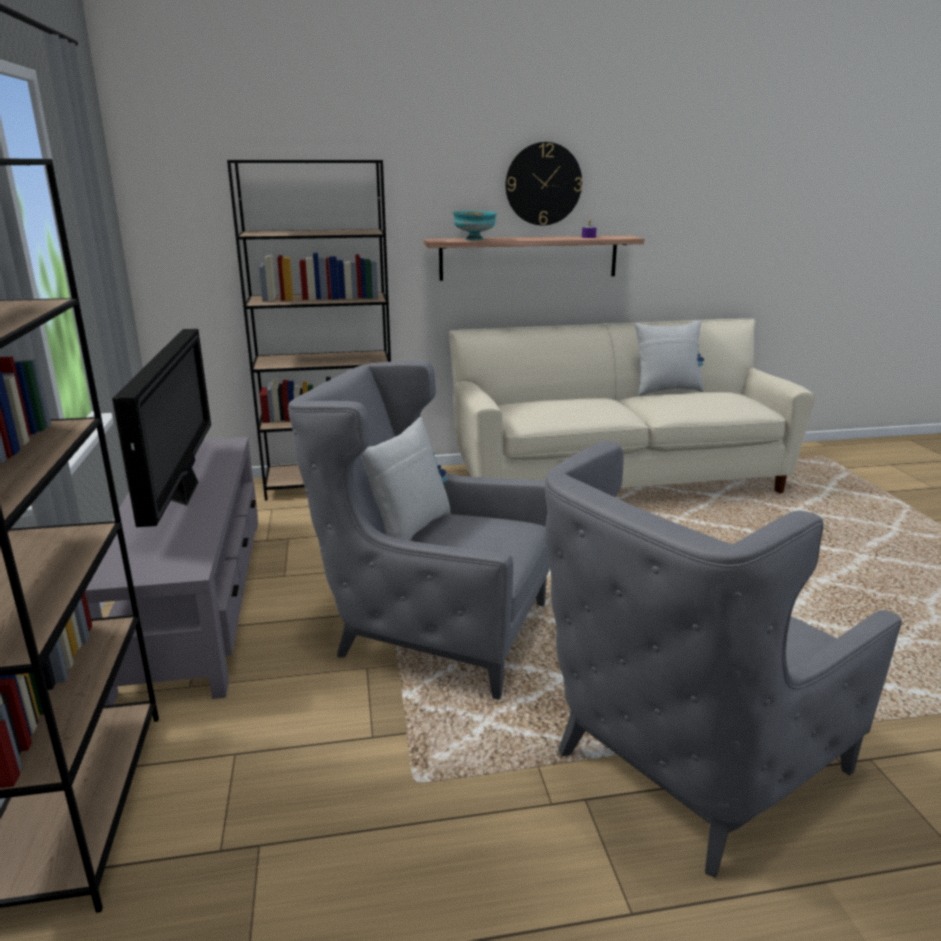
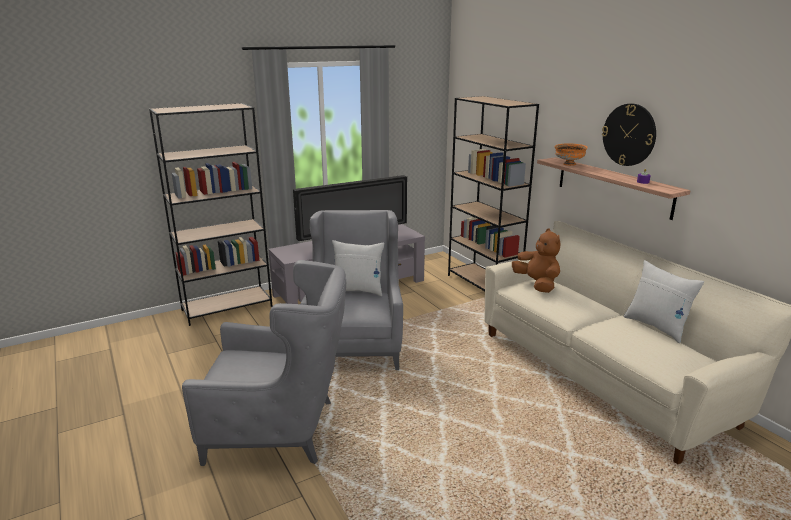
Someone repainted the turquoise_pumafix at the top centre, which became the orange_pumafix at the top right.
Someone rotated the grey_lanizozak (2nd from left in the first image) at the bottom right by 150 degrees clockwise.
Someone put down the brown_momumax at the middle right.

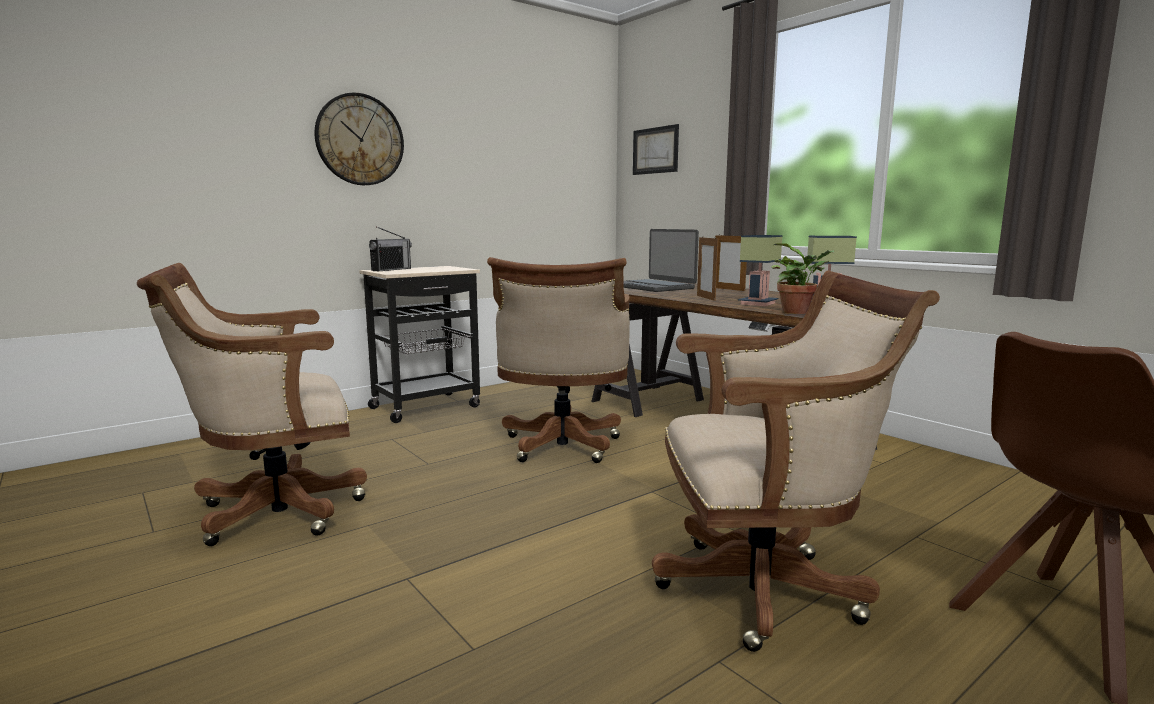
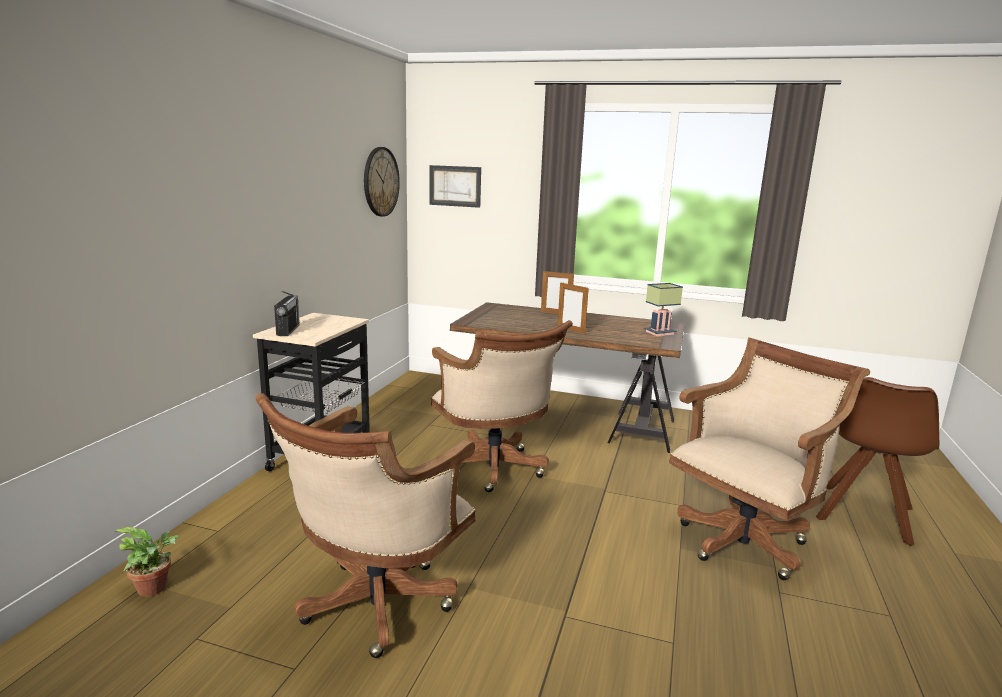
Someone carried the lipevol from the top left to the top centre.
Someone took away the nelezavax at the centre.
Someone took away the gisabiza (1st from left) at the centre.
Someone carried the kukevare from the middle right to the bottom left.

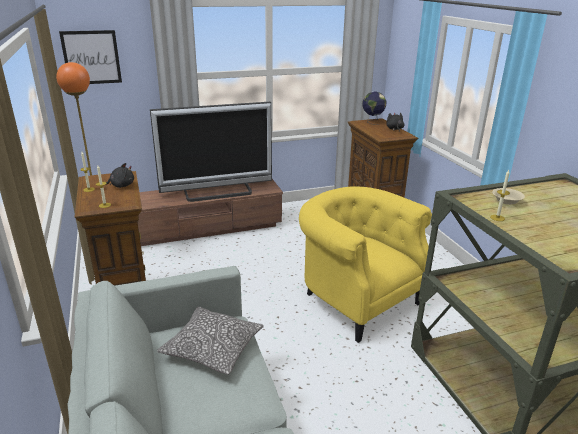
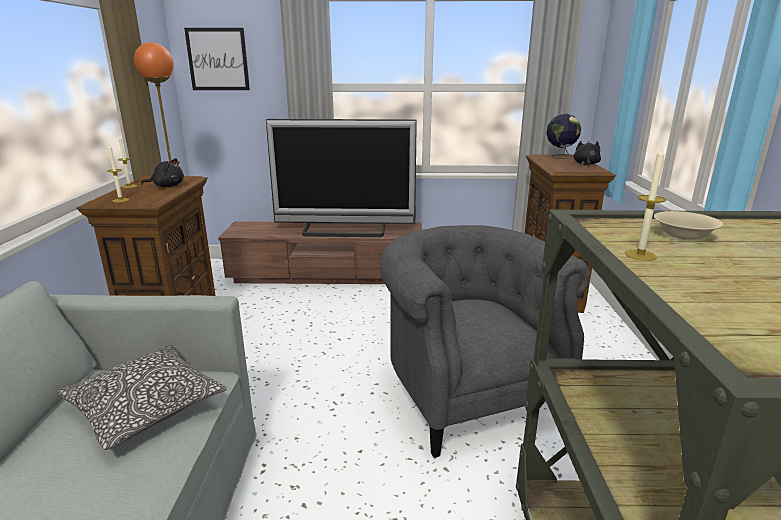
Someone repainted the yellow_lanizozak at the centre, which became the grey_lanizozak at the centre.

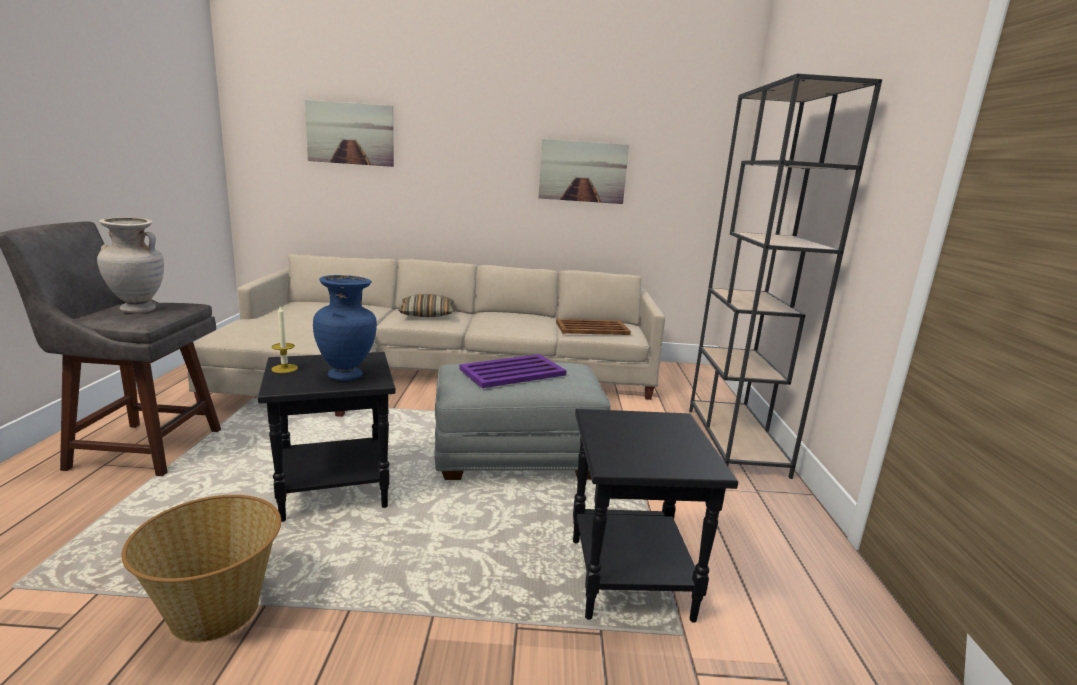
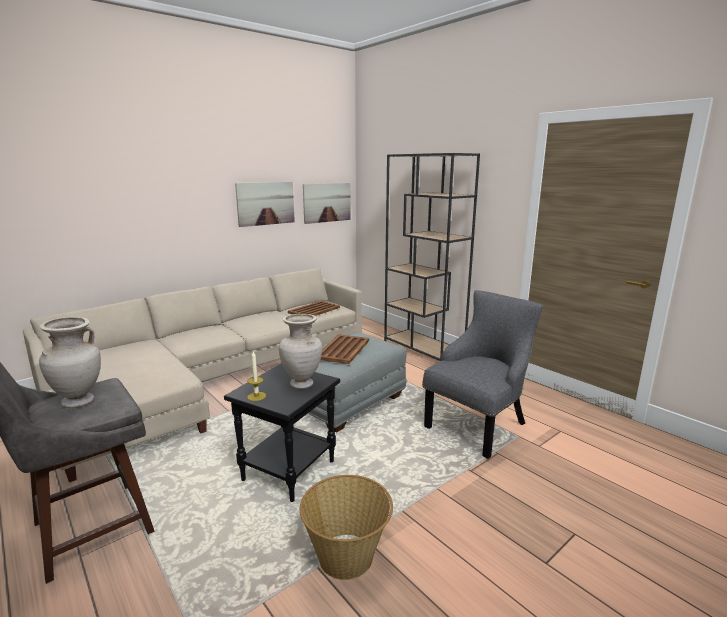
Someone carried the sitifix (1st from left in the first image) from the top left to the top centre.
Someone repainted the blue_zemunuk at the middle left, which became the beige_zemunuk (2nd from left) at the centre.
Someone took away the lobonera at the centre.
Someone repainted the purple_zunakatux at the centre, which became the brown_zunakatux (2nd from left) at the centre.
Someone swapped the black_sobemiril (2nd from left) at the bottom centre for the grey_lanizozak at the centre.

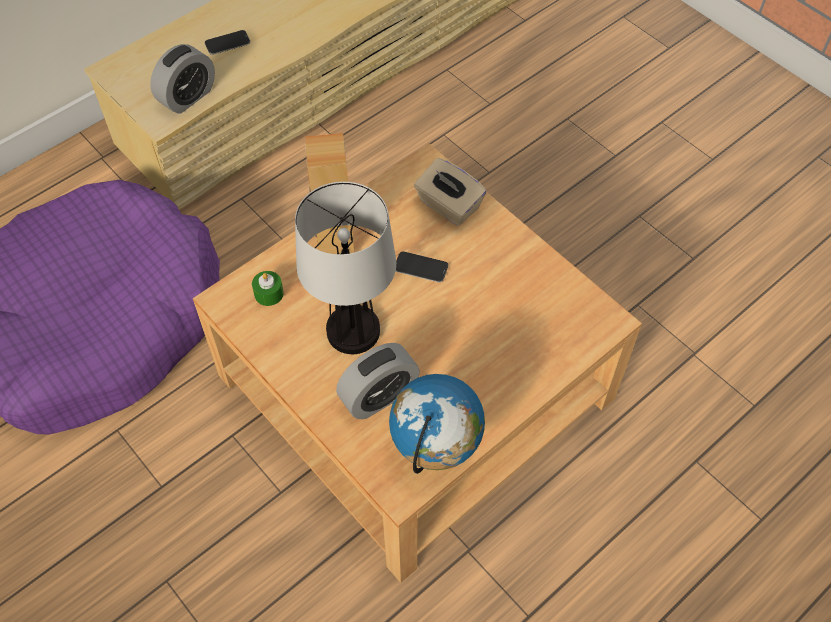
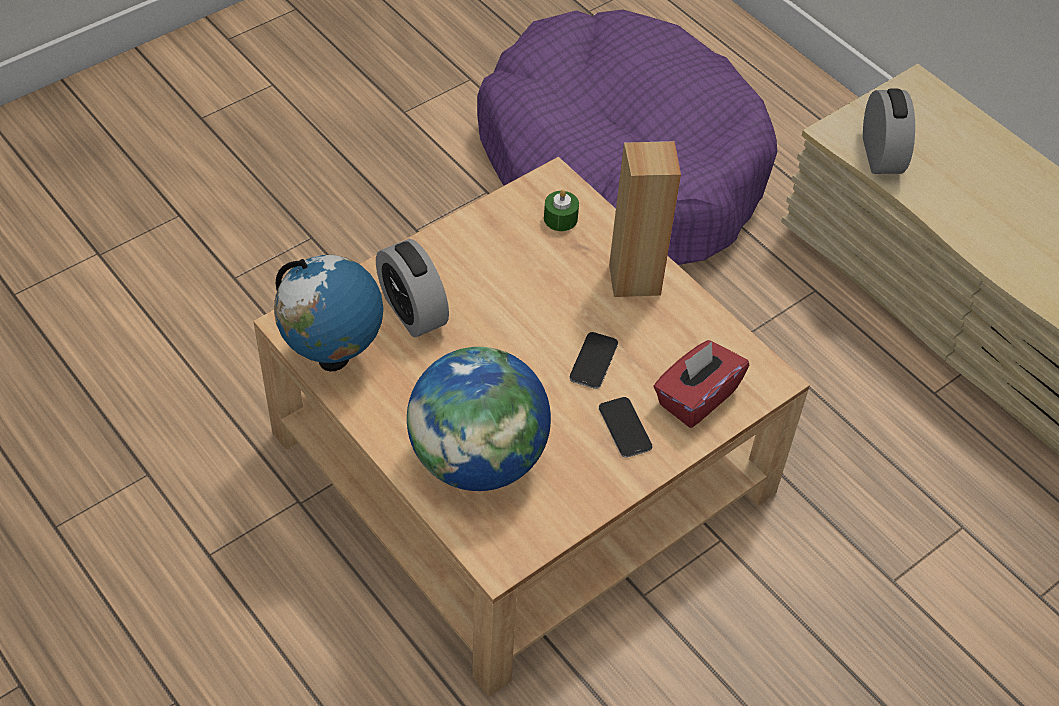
Someone rotated the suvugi (1st from left in the first image) at the top left by 135 degrees counterclockwise.
Someone carried the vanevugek (1st from left in the first image) from the top left to the centre.
Someone took away the gisabiza at the centre.
Someone repainted the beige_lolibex at the top centre, which became the red_lolibex at the centre.
Someone put down the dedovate (2nd from left) at the centre.

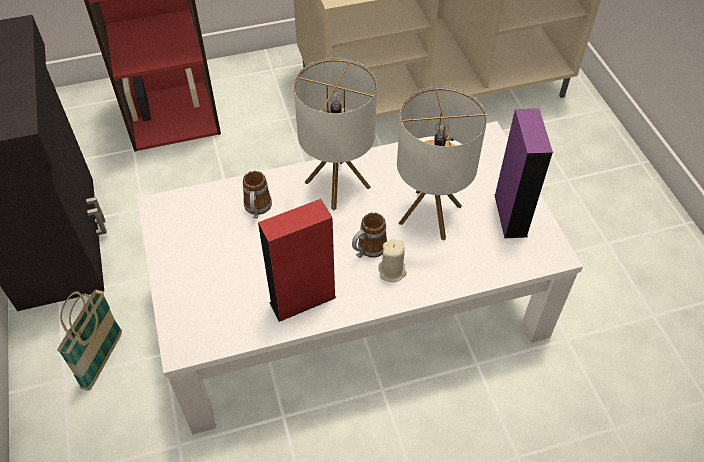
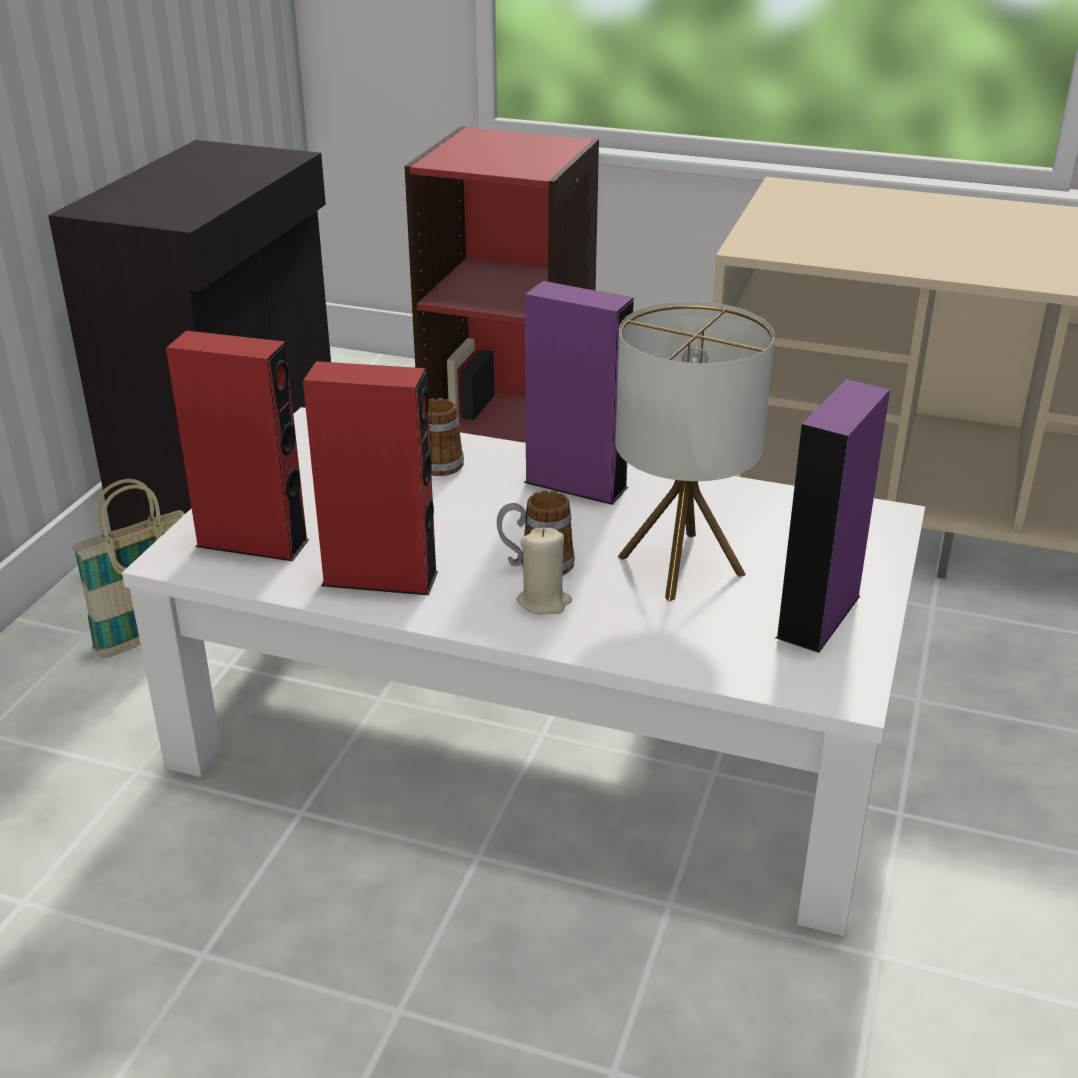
Someone swapped the gisabiza (1st from left) at the top centre for the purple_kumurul (1st from left) at the centre.
Someone put down the red_kumurul (1st from left) at the middle left.

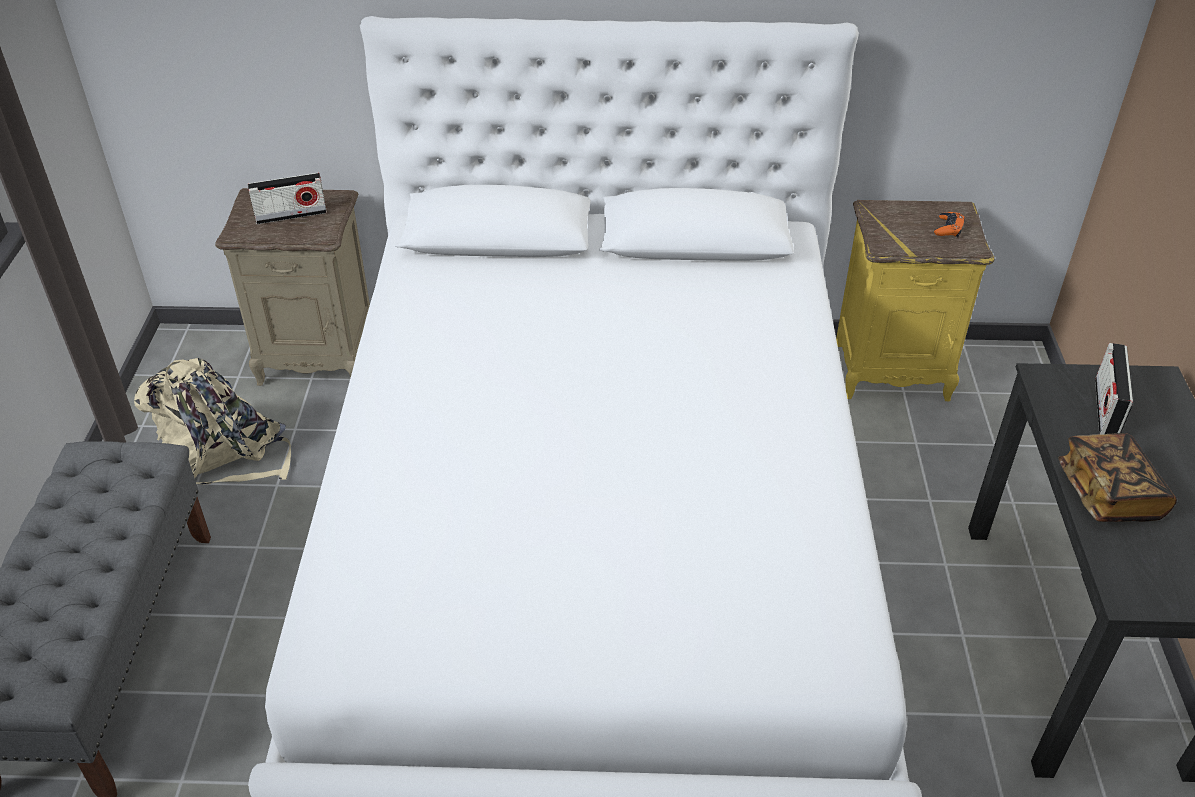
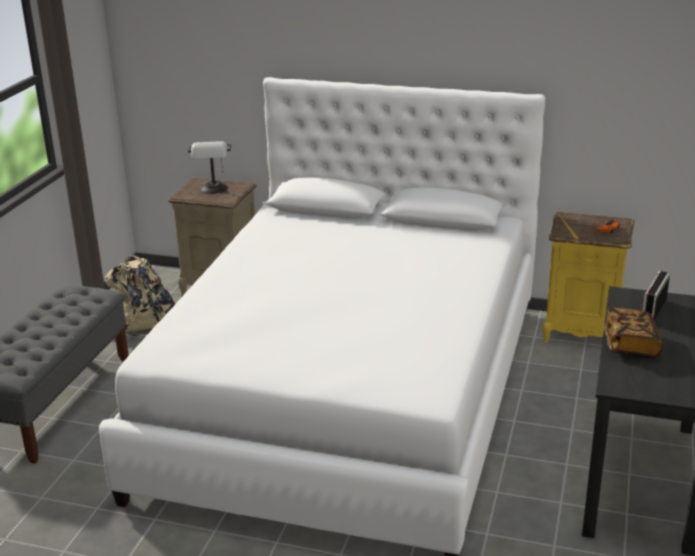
Someone swapped the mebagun (1st from left) at the top left for the gisabiza at the top left.

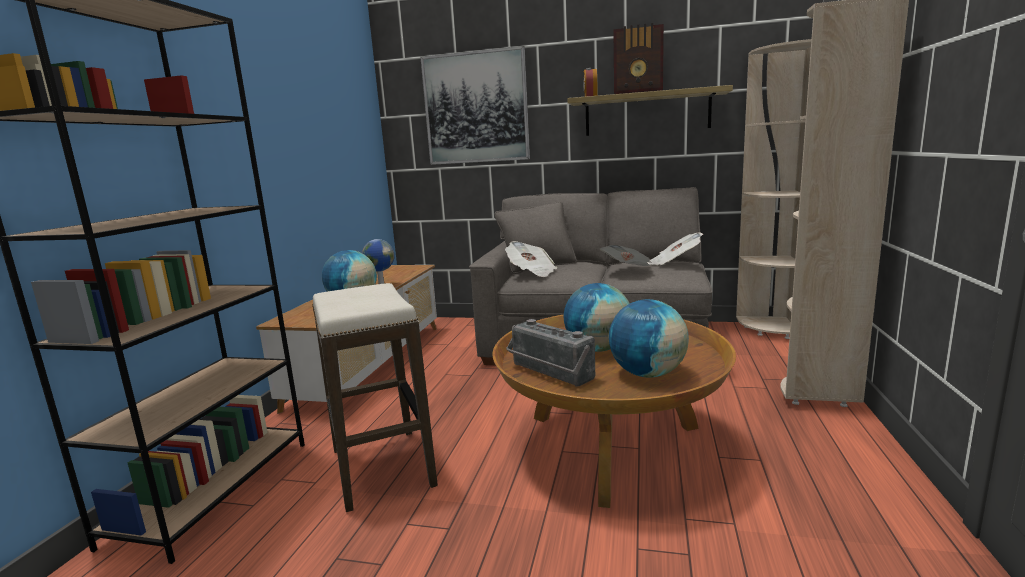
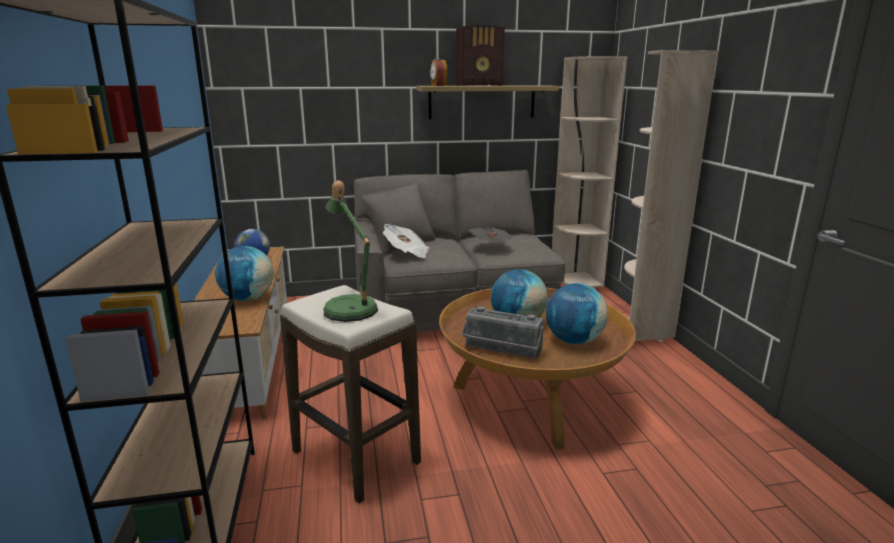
Someone took away the sitifix at the top centre.
Someone took away the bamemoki (3rd from left) at the centre.
Someone put down the gisabiza at the centre.

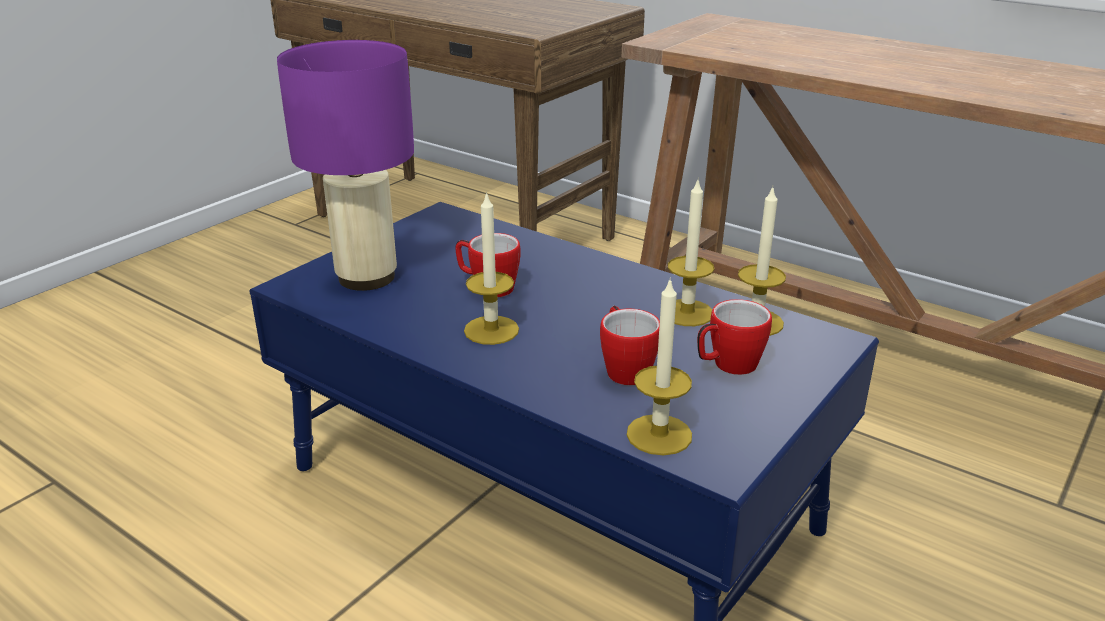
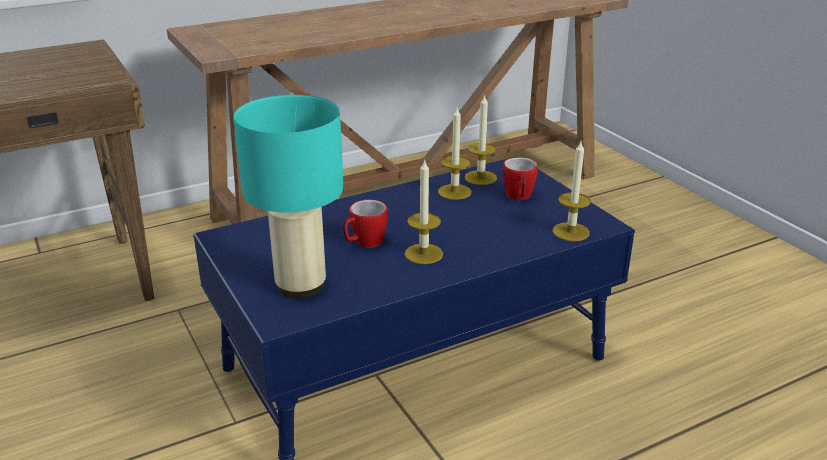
Someone repainted the purple_gisabiza at the top left, which became the turquoise_gisabiza at the centre.
Someone took away the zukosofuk (2nd from left) at the centre.

